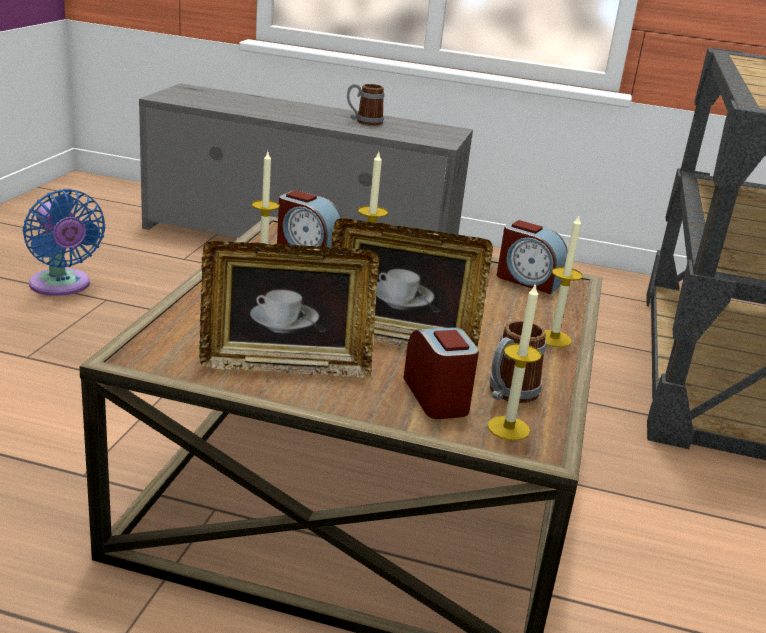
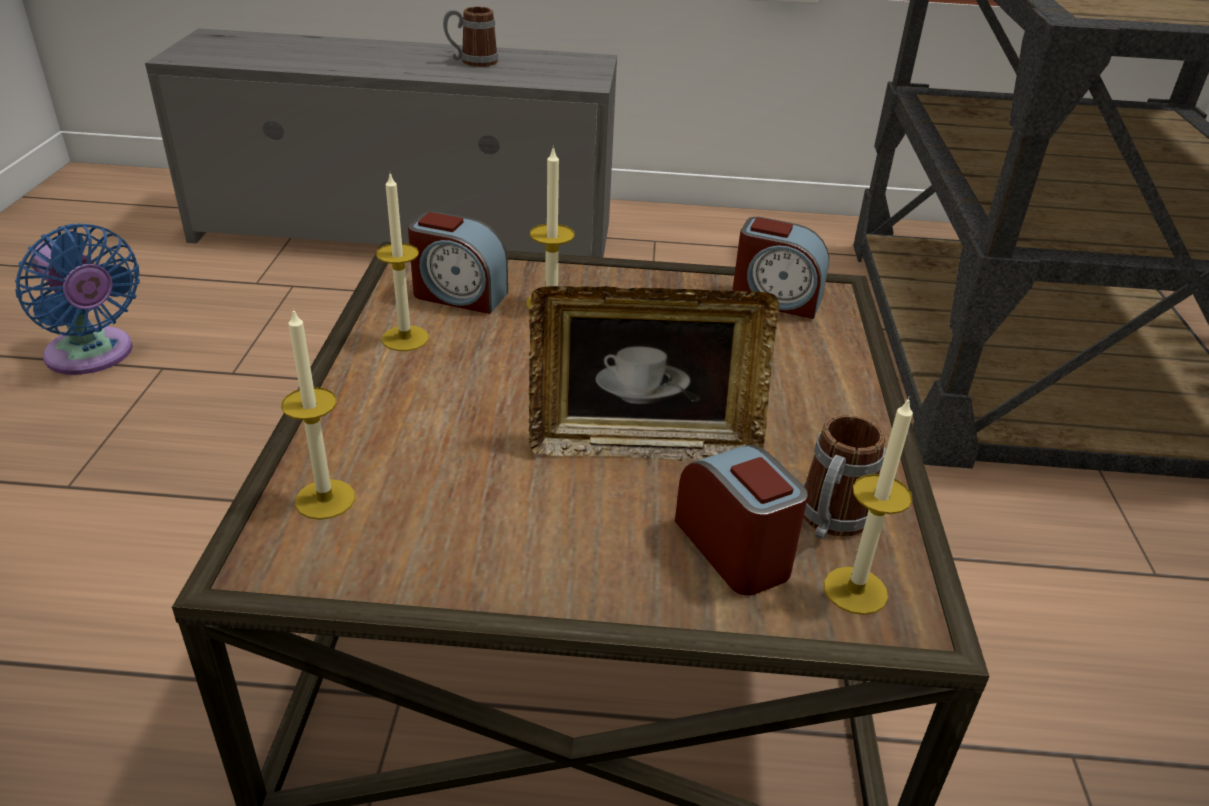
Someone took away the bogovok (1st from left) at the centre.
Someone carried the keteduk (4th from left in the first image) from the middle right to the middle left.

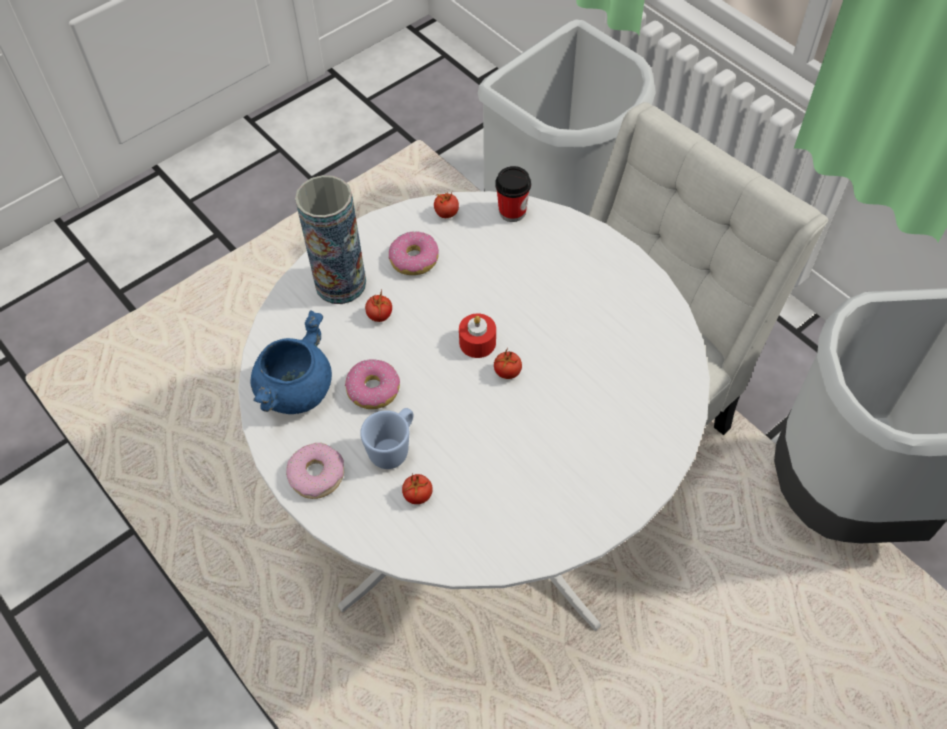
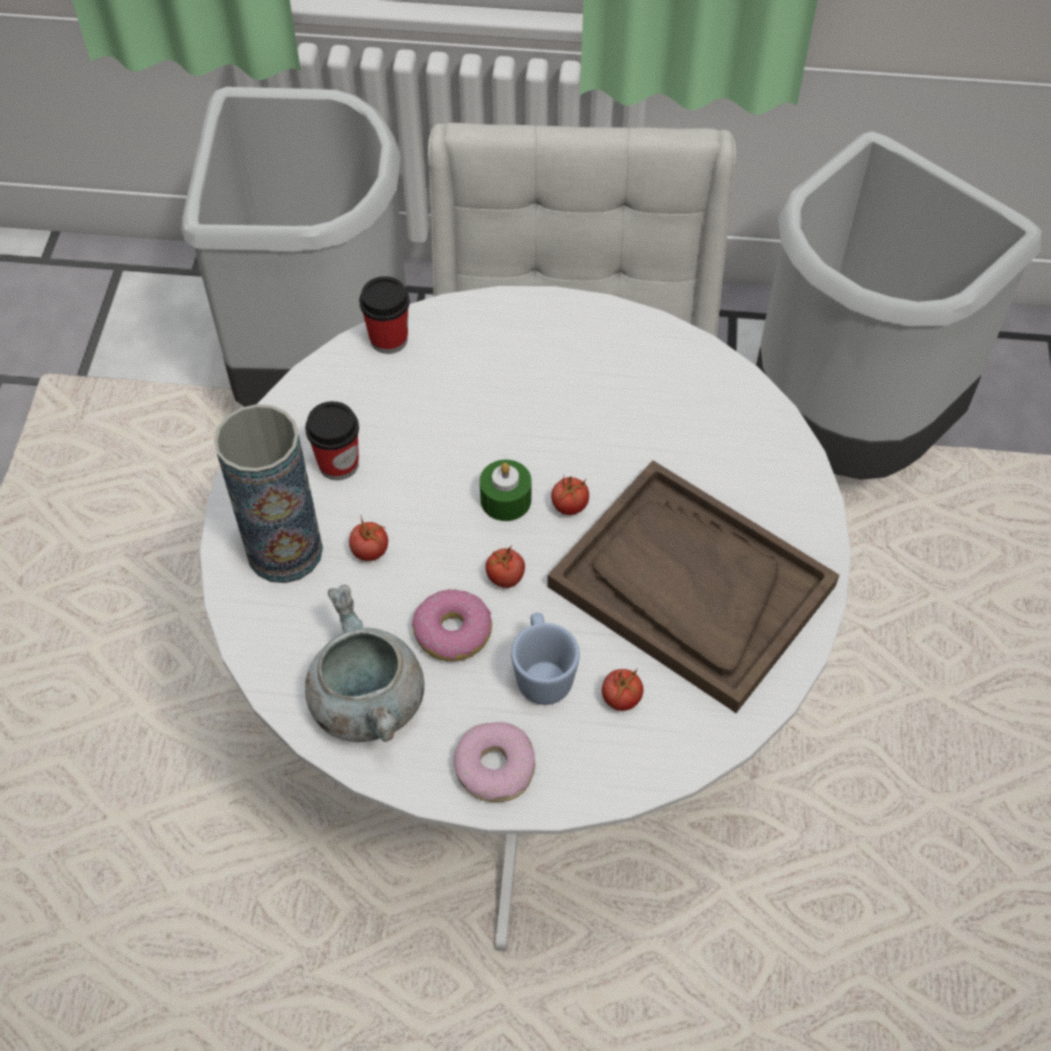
Someone repainted the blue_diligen at the middle left, which became the grey_diligen at the centre.
Someone swapped the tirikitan (3rd from left) at the centre for the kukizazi (1st from left) at the middle left.
Someone carried the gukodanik (3rd from left in the first image) from the top centre to the centre.
Someone repainted the red_keteduk at the centre, which became the green_keteduk at the centre.
Someone put down the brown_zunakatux at the centre.

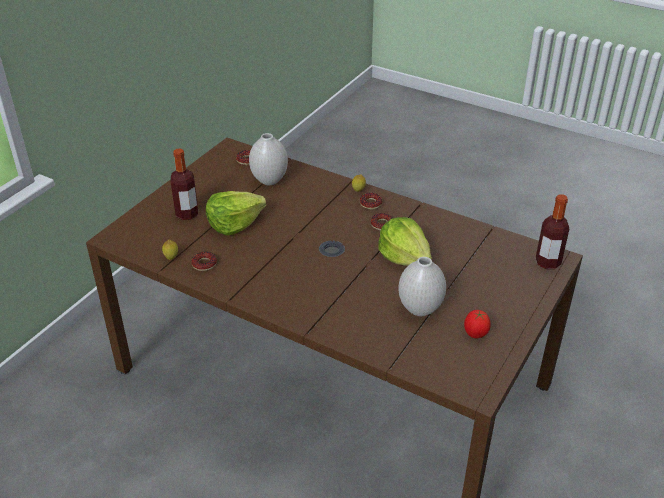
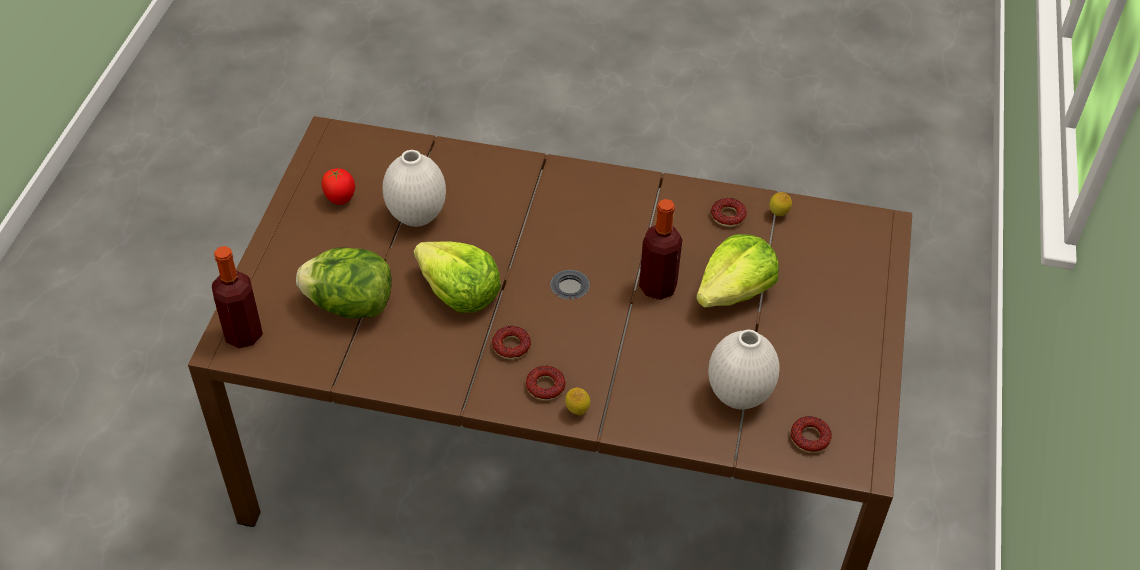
Someone carried the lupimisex (1st from left in the first image) from the middle left to the centre.
Someone put down the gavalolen (1st from left) at the middle left.

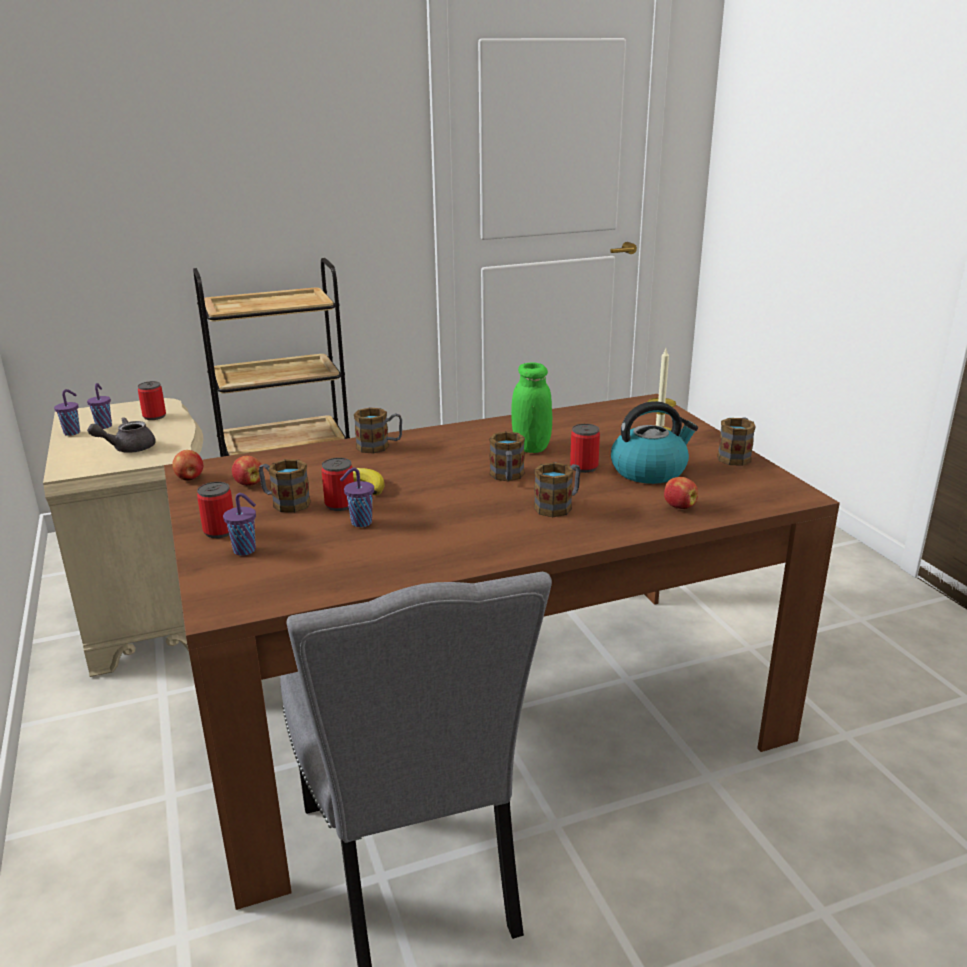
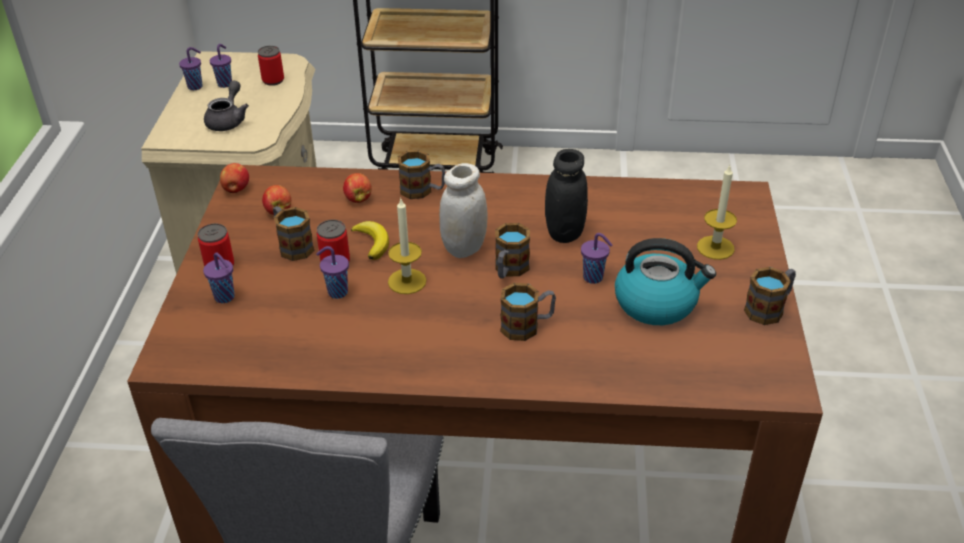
Someone rotated the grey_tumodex at the middle left by 105 degrees clockwise.
Someone repainted the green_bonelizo at the centre, which became the black_bonelizo at the centre.
Someone swapped the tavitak (4th from left) at the centre for the purple_kukizazi (5th from left) at the centre.
Someone carried the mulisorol (3rd from left) from the middle right to the centre.
Someone put down the keteduk (1st from left) at the centre.
Someone put down the white_bonelizo at the centre.

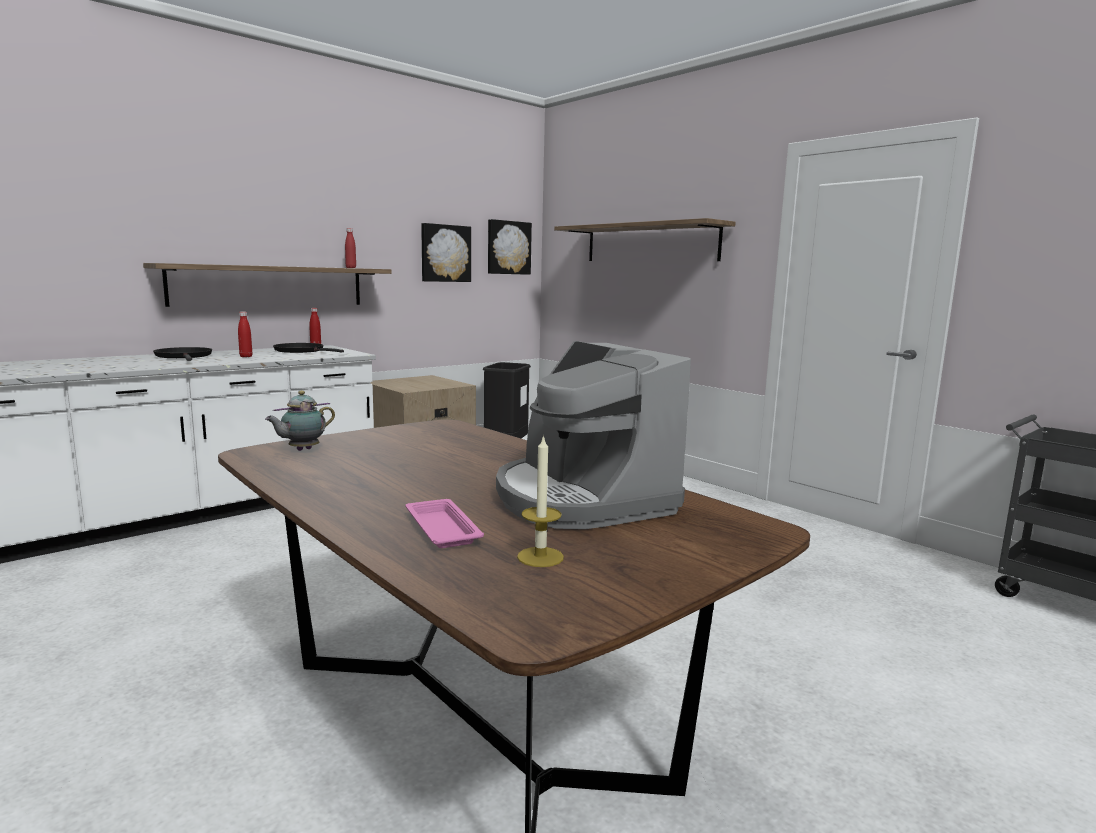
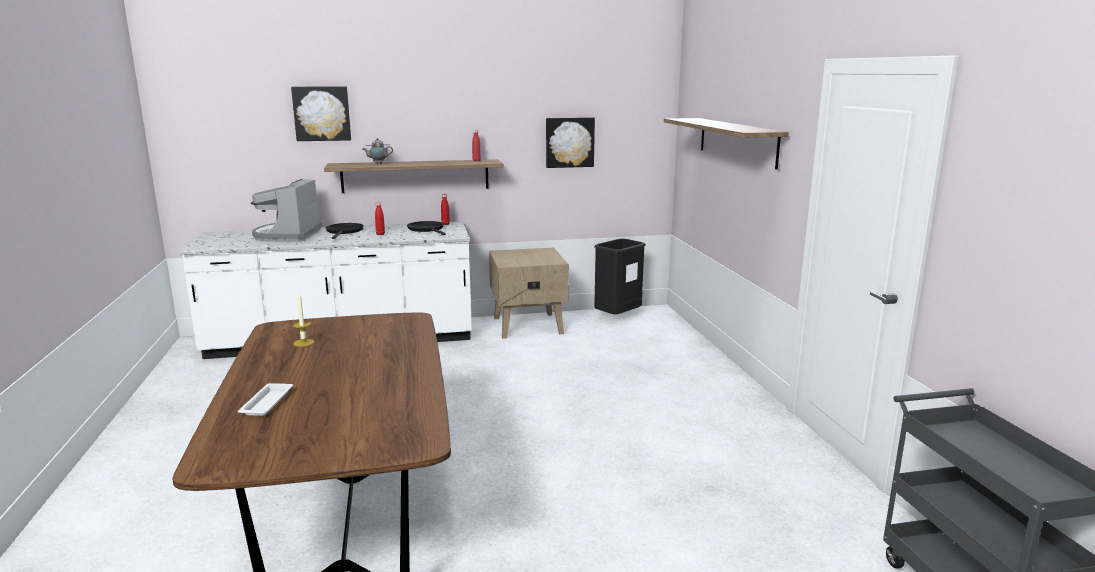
Someone carried the tumodex from the middle left to the top centre.
Someone repainted the pink_zunakatux at the centre, which became the white_zunakatux at the bottom left.
Someone carried the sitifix (2nd from left in the first image) from the top centre to the top left.
Someone carried the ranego from the centre to the middle left.
Someone carried the keteduk from the centre to the middle left.

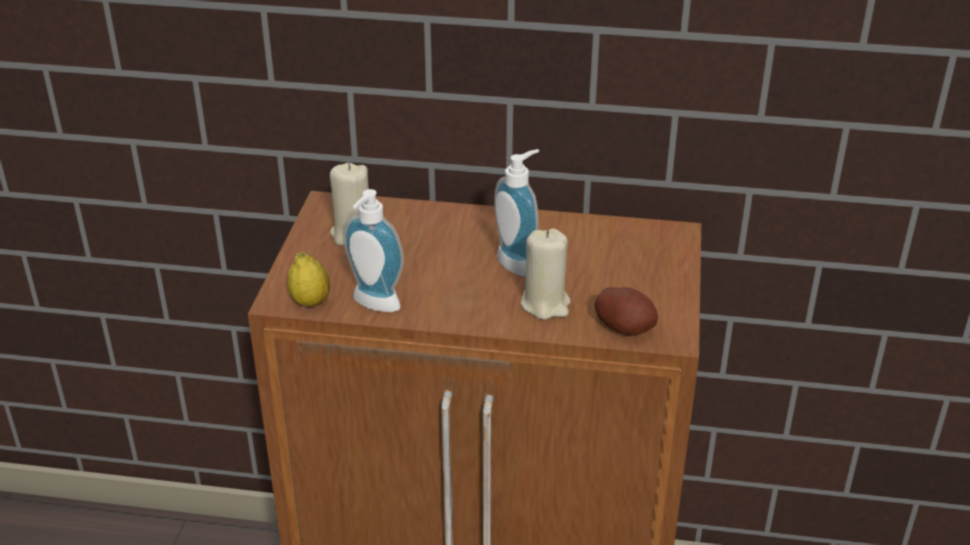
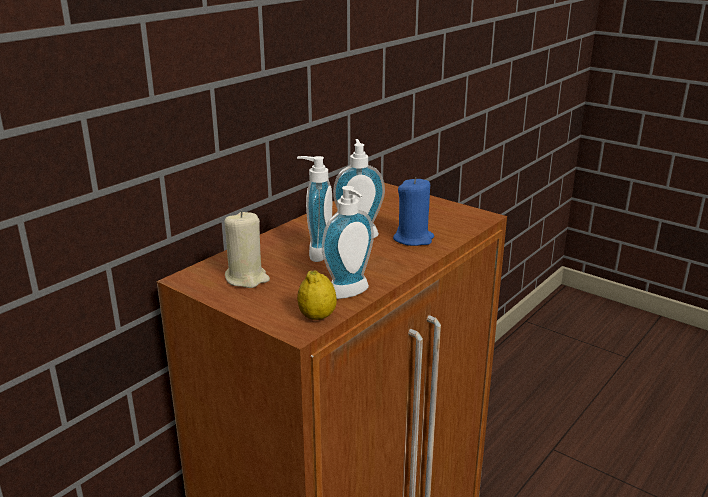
Someone repainted the beige_keteduk (2nd from left) at the centre, which became the blue_keteduk at the centre.
Someone took away the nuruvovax at the centre.
Someone put down the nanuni (1st from left) at the centre.

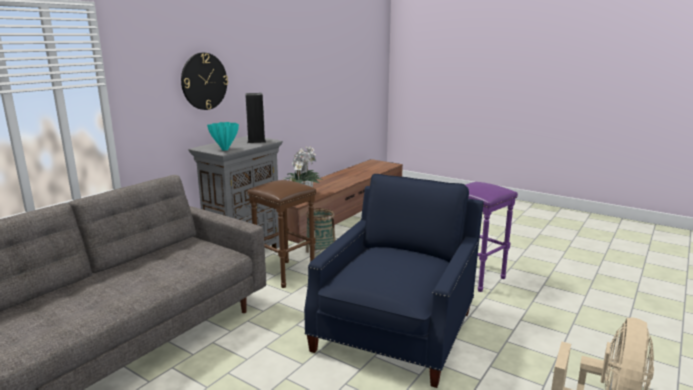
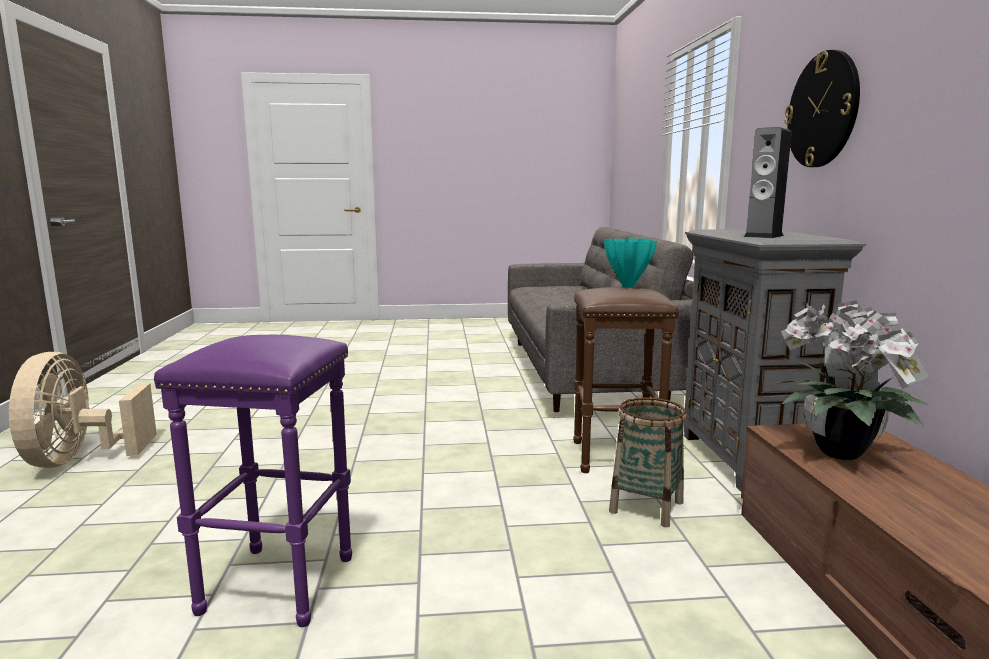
Someone carried the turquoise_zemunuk from the middle left to the centre.
Someone took away the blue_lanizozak at the bottom centre.

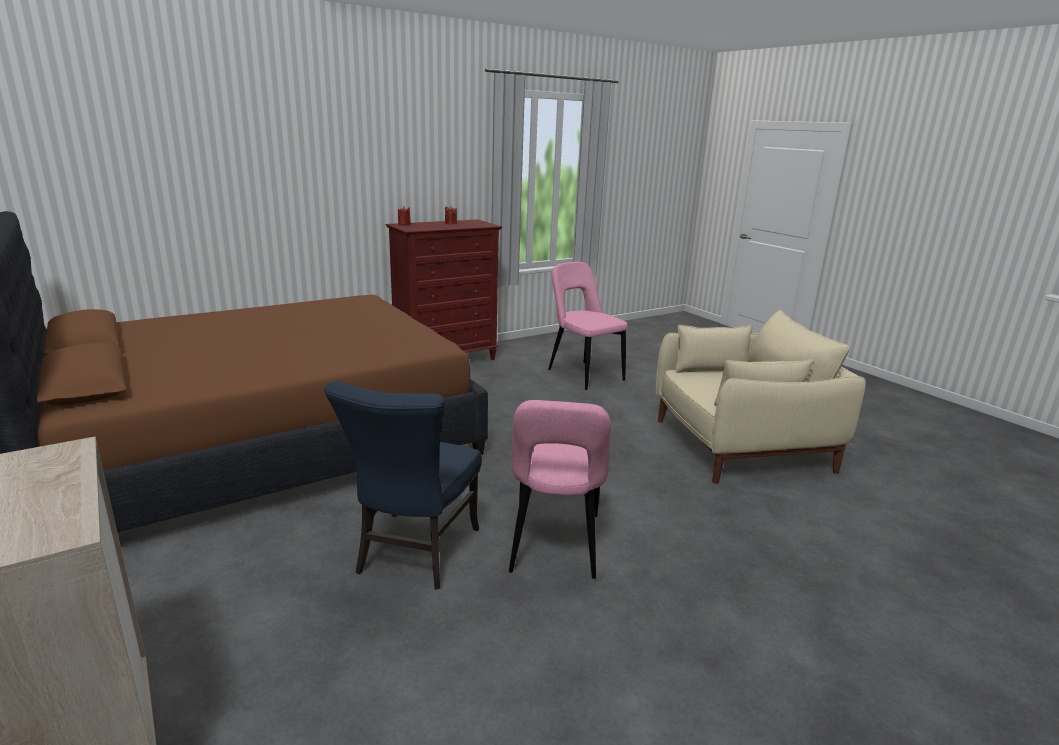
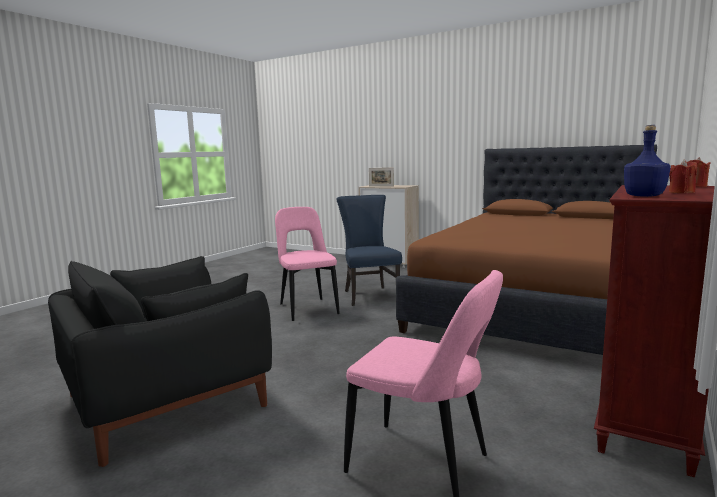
Someone repainted the beige_lanizozak at the middle right, which became the black_lanizozak at the bottom left.
Someone put down the bogovok at the centre.
Someone put down the blue_lupimisex at the top right.

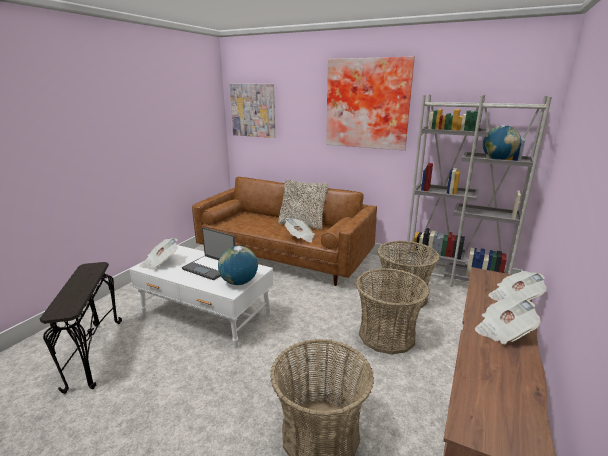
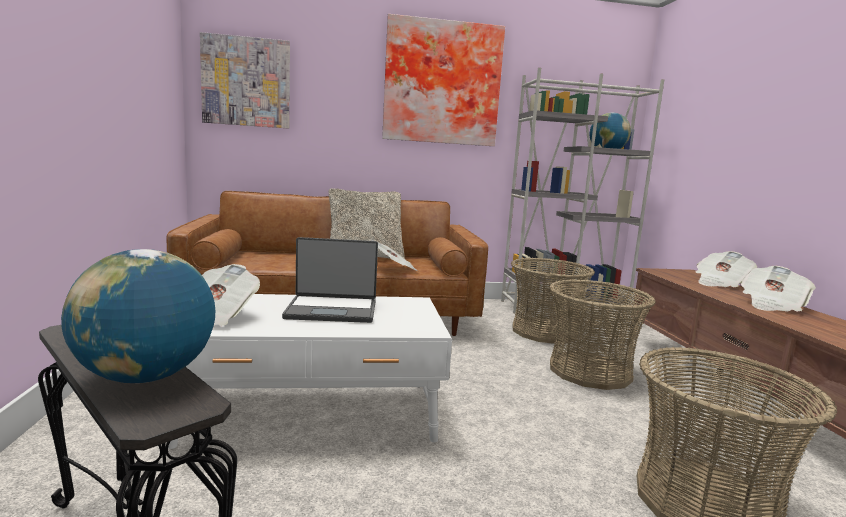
Someone carried the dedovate (1st from left) from the centre to the middle left.

